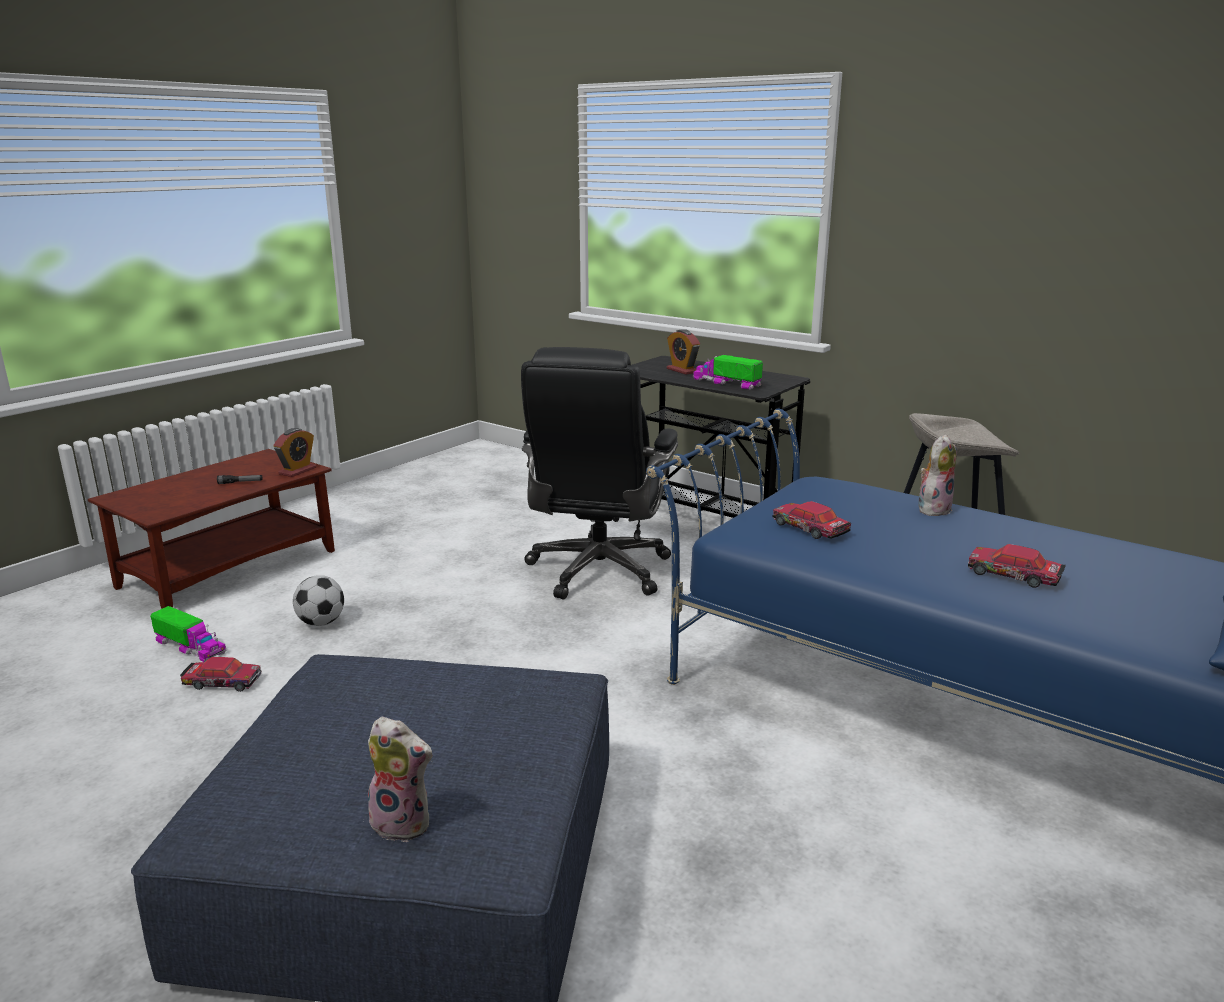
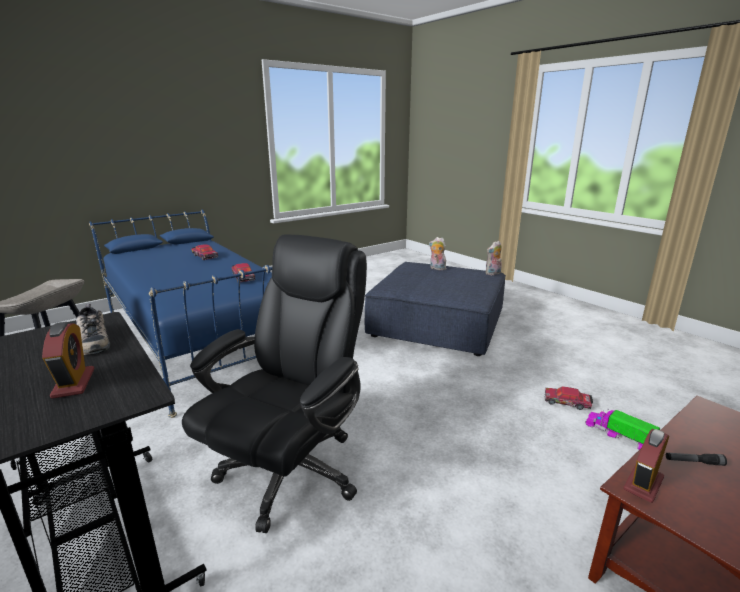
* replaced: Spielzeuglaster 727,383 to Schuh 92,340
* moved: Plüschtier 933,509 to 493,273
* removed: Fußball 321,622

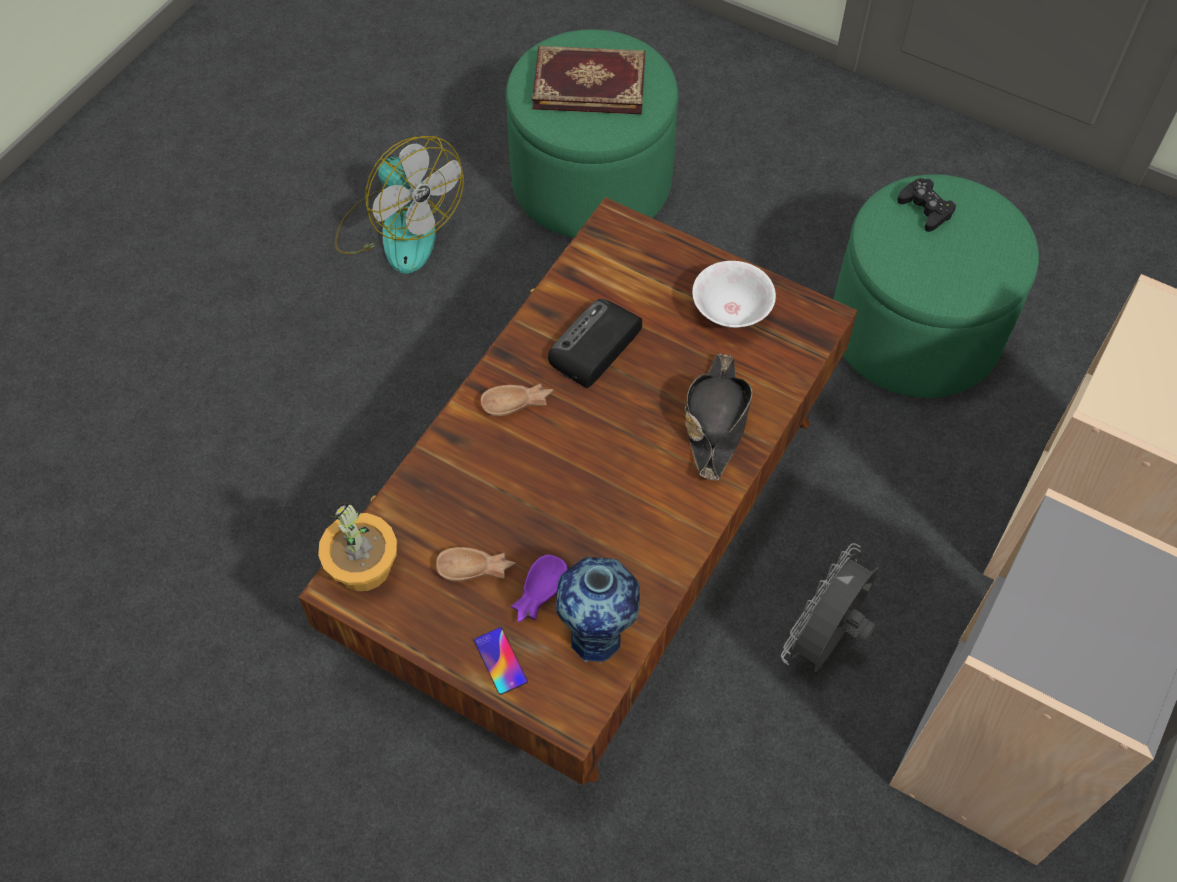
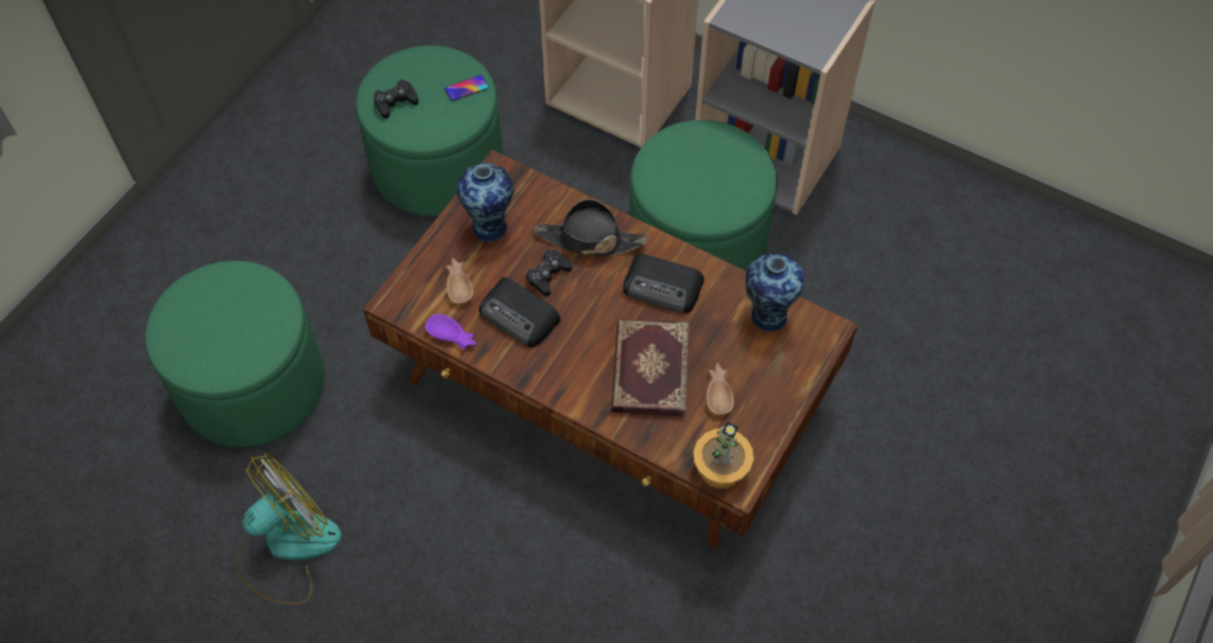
* moved: Schüssel/lila 537,592 to 451,337
* moved: Handy 500,661 to 466,88
* moved: Schüssel/braun 517,404 to 460,284
* replaced: Schüssel/weiß 731,312 to Vase 490,226
* added: Gamepad/schwarz 548,275
* moved: Buch 589,82 to 648,369
* added: Radio 664,287
* replaced: Ventilator/grau 825,640 to Polsterhocker/grün 697,241

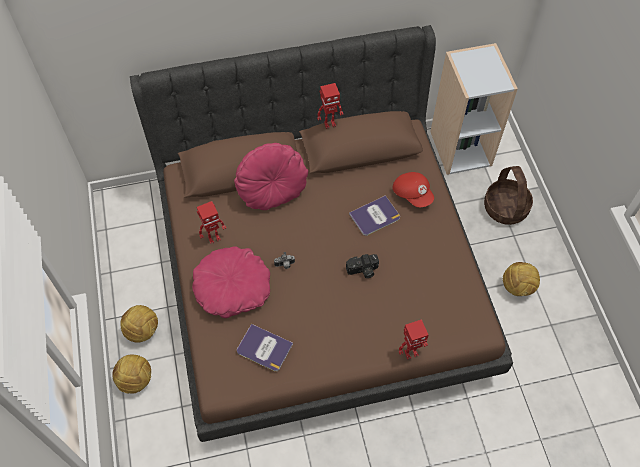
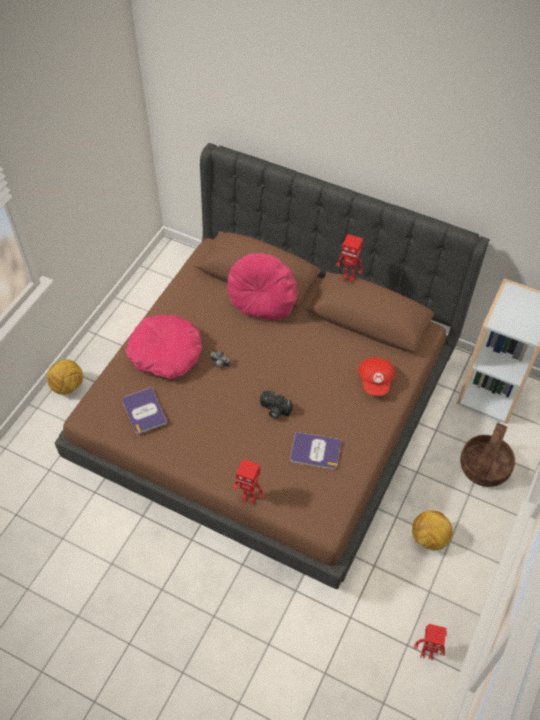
* moved: Buch 375,216 to 315,451
* moved: Spielzeugroboter 213,238 to 427,653
* removed: Fußball 143,330

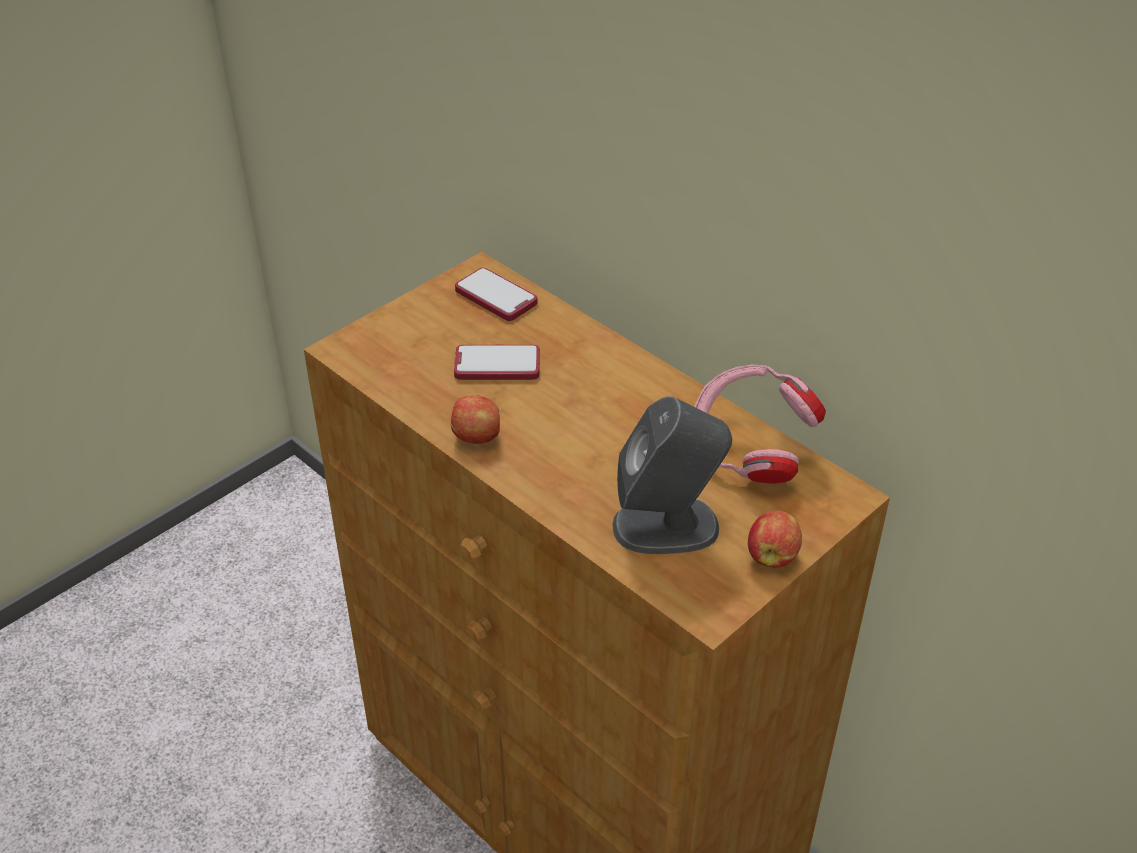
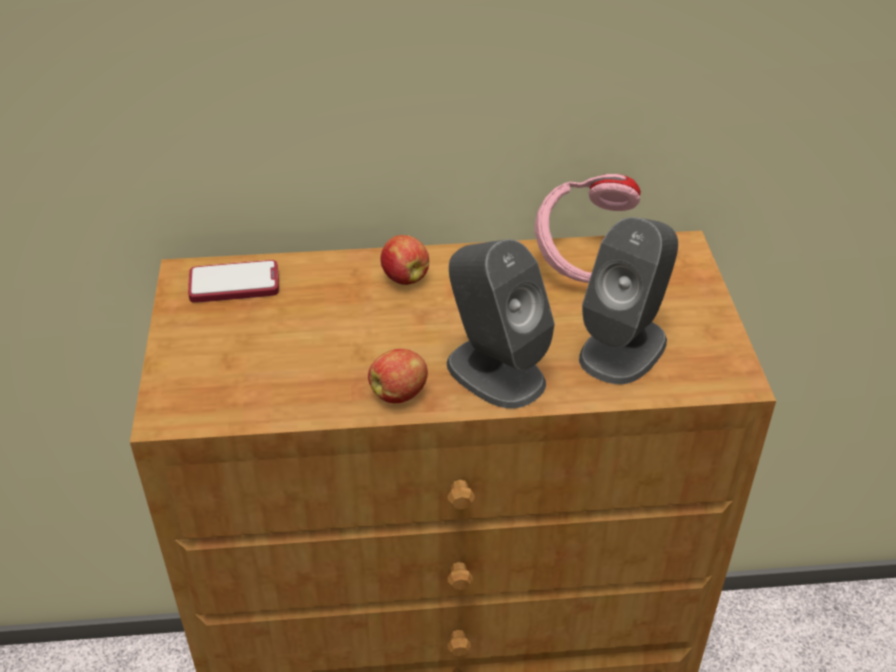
* moved: Apfel 772,556 to 404,277
* added: Lautsprecher/grau 494,372
* removed: Handy 497,365

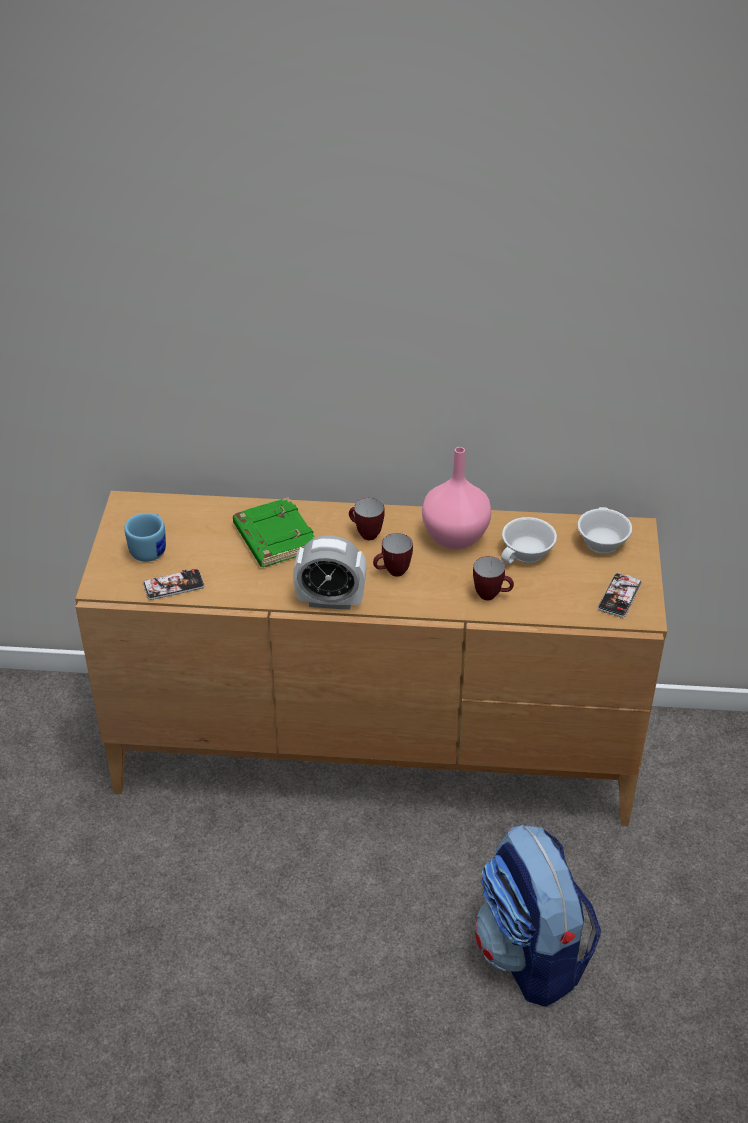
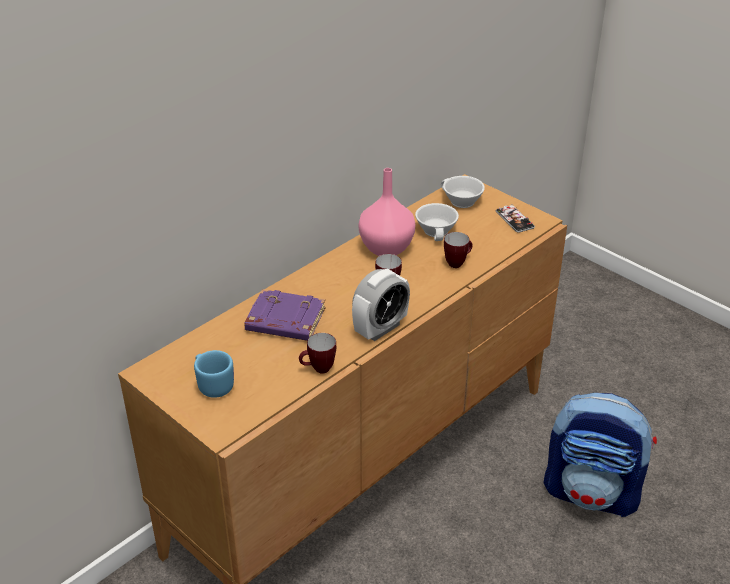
* recoloured: Buch/grün 273,538 to Buch/lila 284,321
* moved: Henkelbecher 365,534 to 318,370
* removed: Handy 174,585

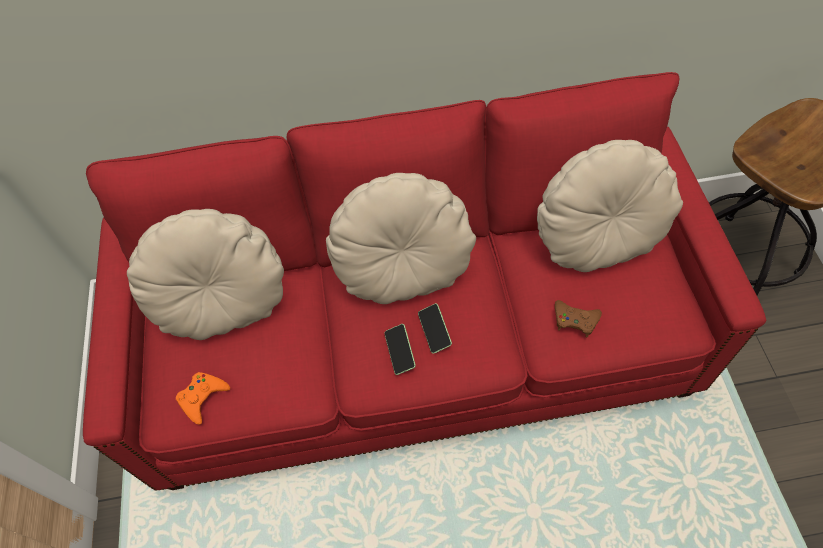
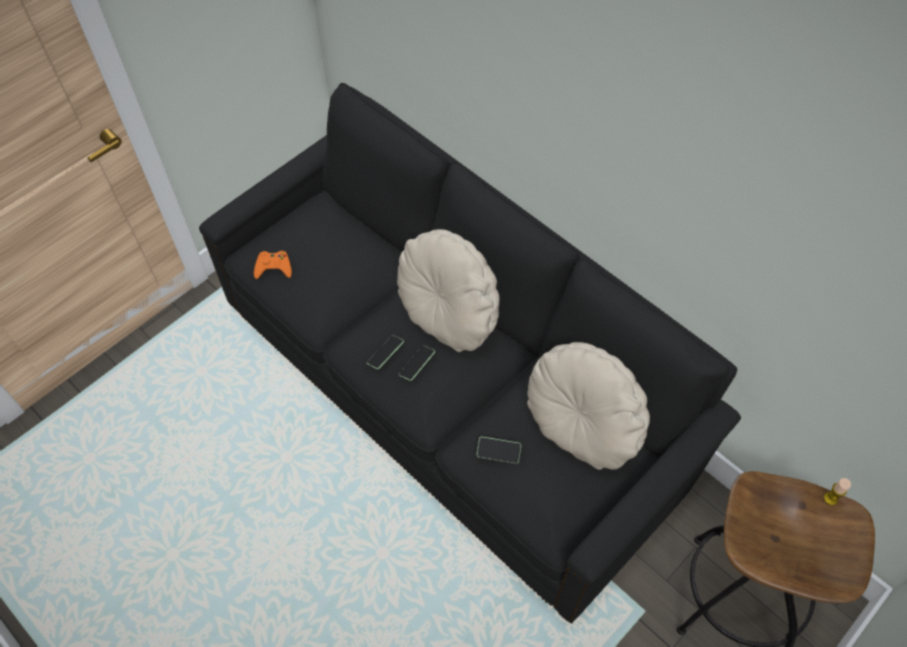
* recoloured: Sofa/rot 419,348 to Sofa/schwarz 455,395
* replaced: Gamepad/braun 575,320 to Handy 498,452
* added: Kerze 830,498
* removed: Kissen/beige 226,309

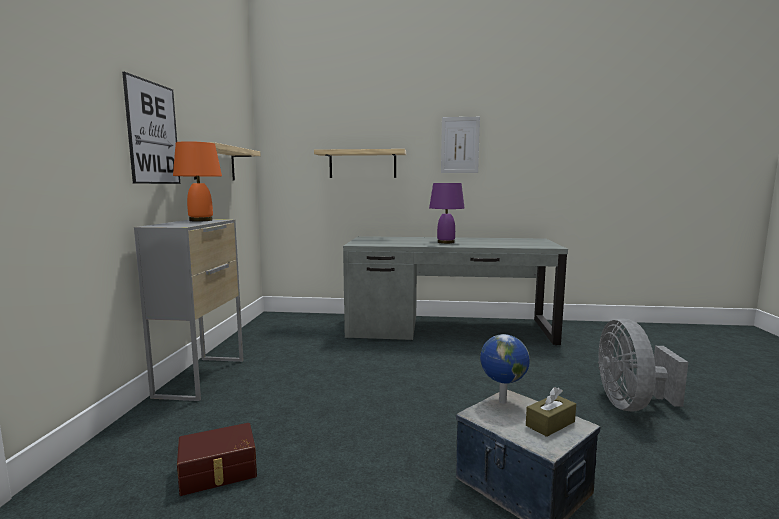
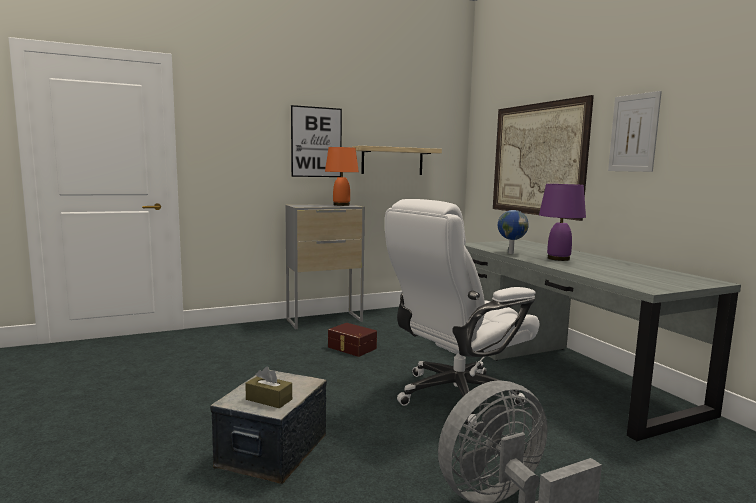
* moved: Aufbewahrungsbox/braun 218,472 to 351,348
* added: Bürostuhl/weiß 457,395
* replaced: Wandregal 362,164 to Bild 537,159
* moved: Globus 501,401 to 510,253

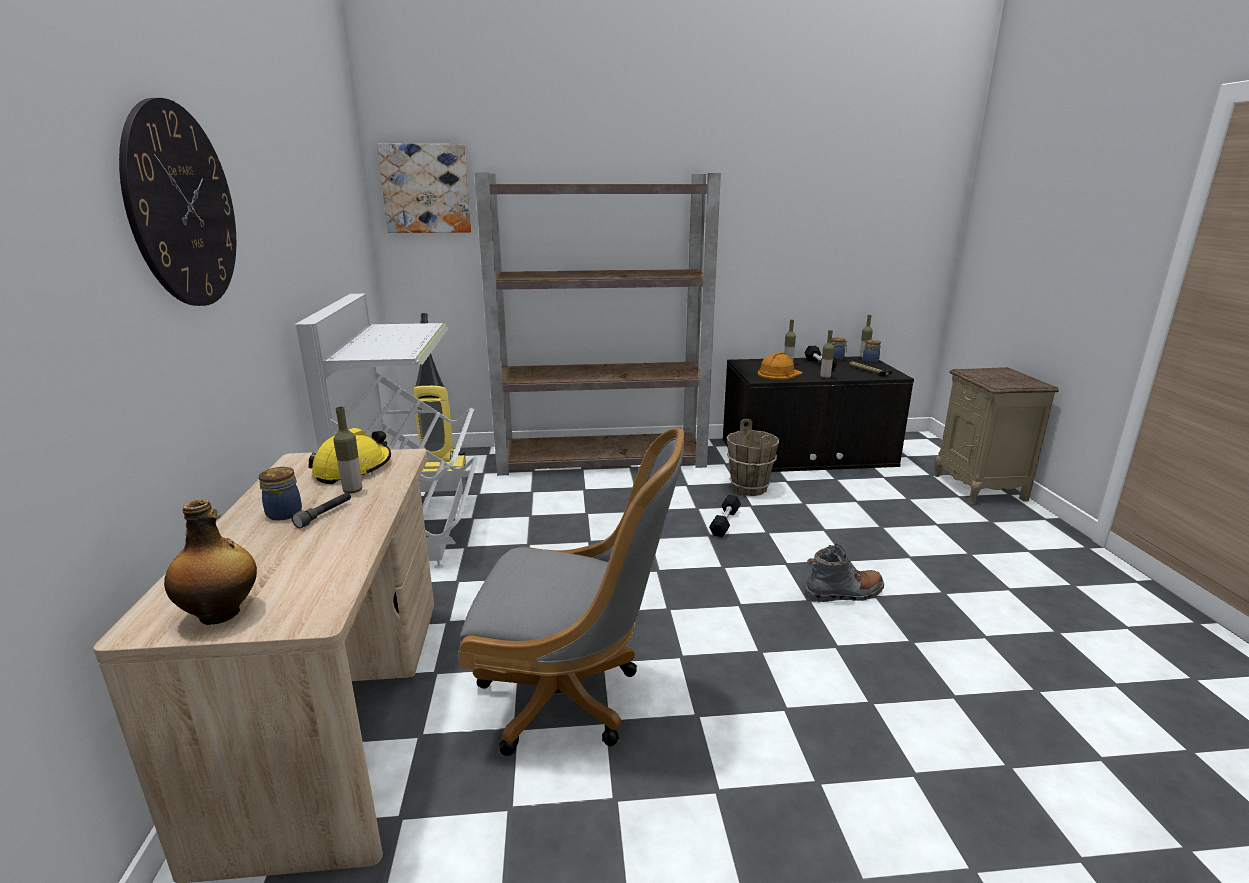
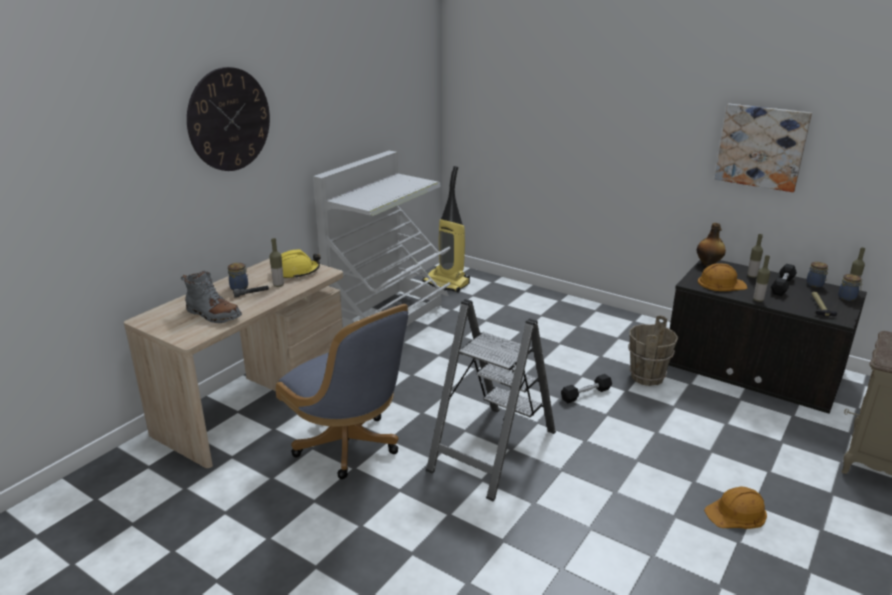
* moved: Stiefel/grau 844,593 to 213,315
* recoloured: Bürostuhl/grau 574,700 to Bürostuhl/blau 352,450
* added: Trittleiter/grau 492,451
* moved: Flasche 221,614 to 708,264
* added: Schutzhelm/orange 736,513
* moved: Bild 426,189 to 761,147
* removed: Bücherregal/braun 601,457

